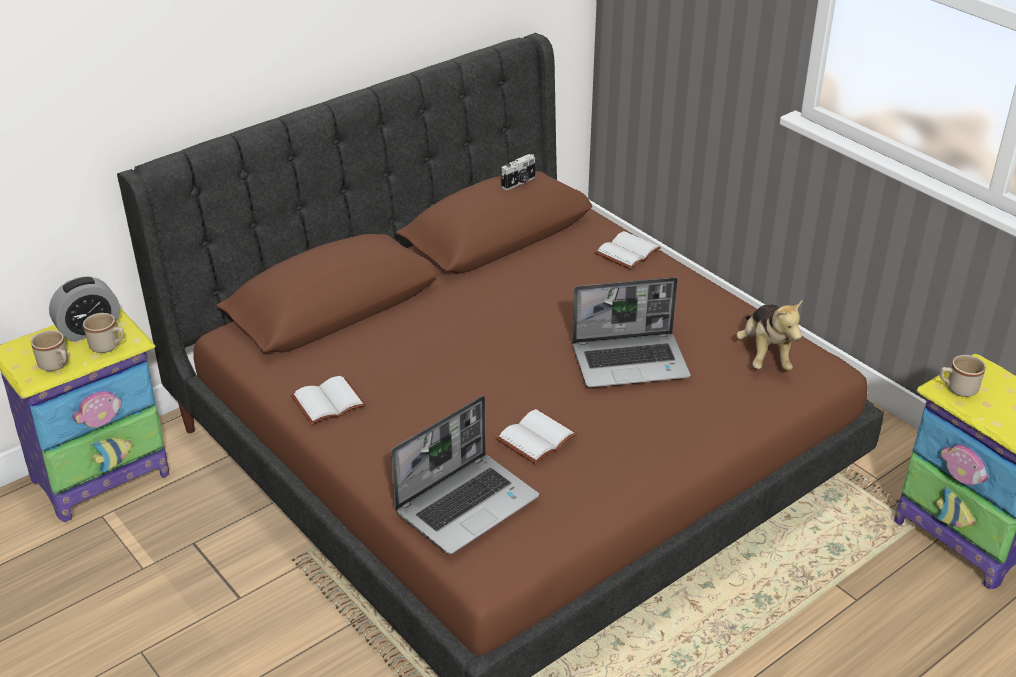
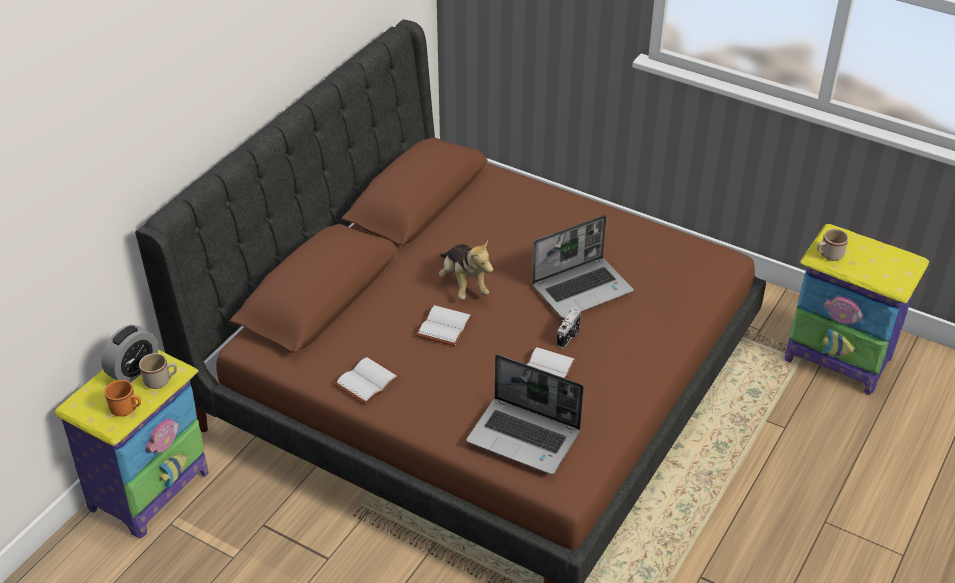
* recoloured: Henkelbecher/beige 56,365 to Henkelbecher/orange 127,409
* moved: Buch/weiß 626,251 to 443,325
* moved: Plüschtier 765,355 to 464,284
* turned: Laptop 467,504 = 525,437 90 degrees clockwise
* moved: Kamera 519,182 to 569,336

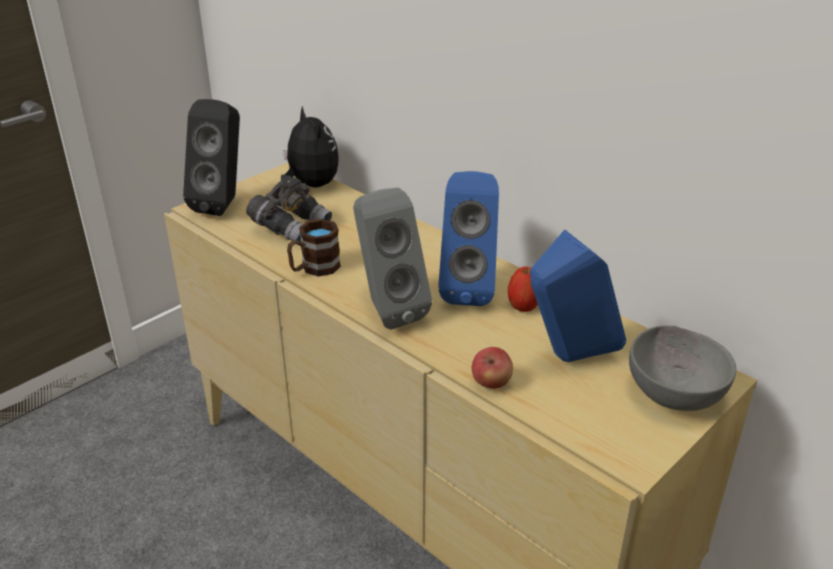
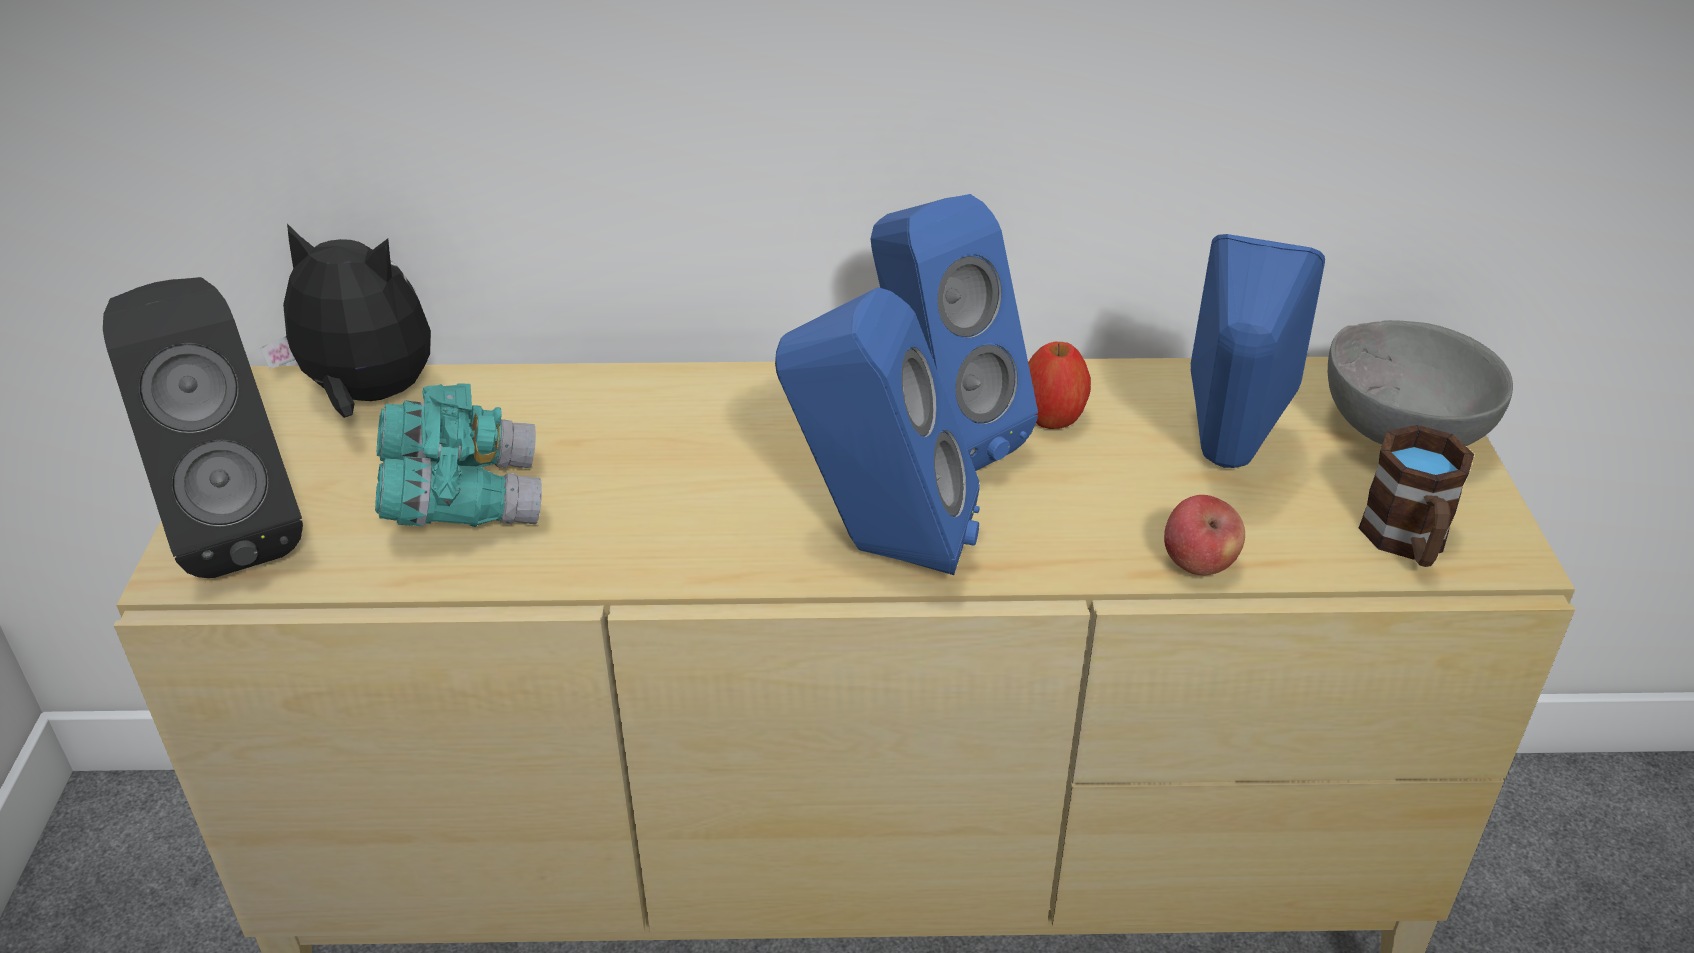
* recoloured: Fernglas/grau 291,227 to Fernglas/türkis 463,499
* recoloured: Lautsprecher/grau 386,310 to Lautsprecher/blau 877,548
* moved: Henkelbecher/braun 314,269 to 1407,543

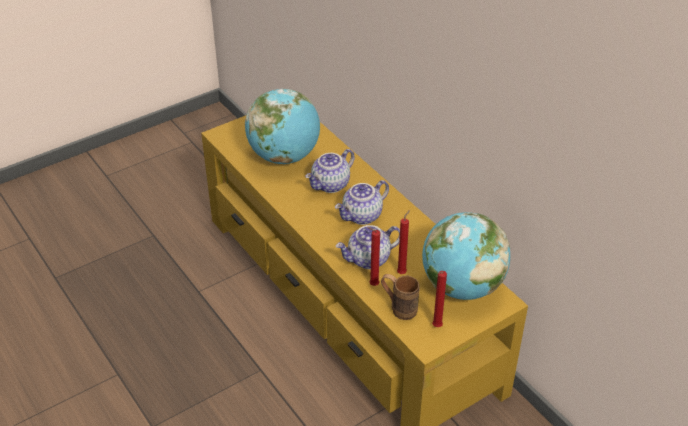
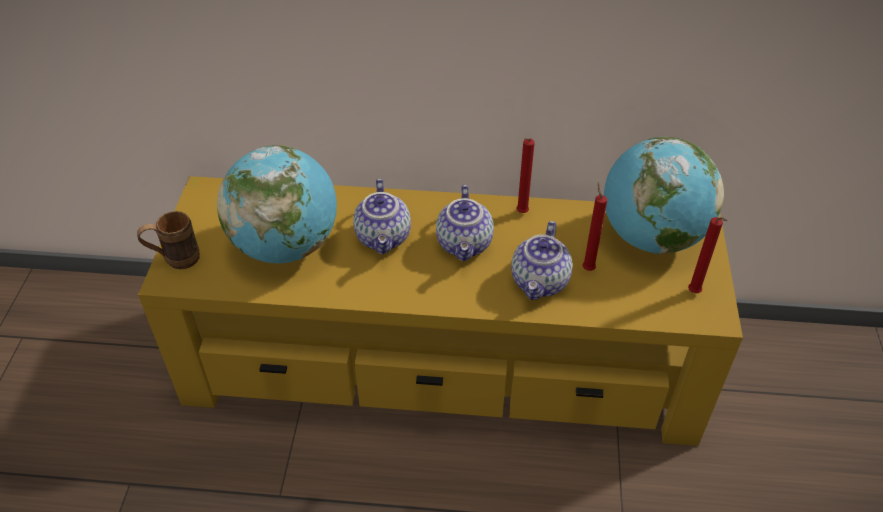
* moved: Henkelbecher/braun 398,308 to 174,260
* moved: Kerze/rot 372,285 to 521,213

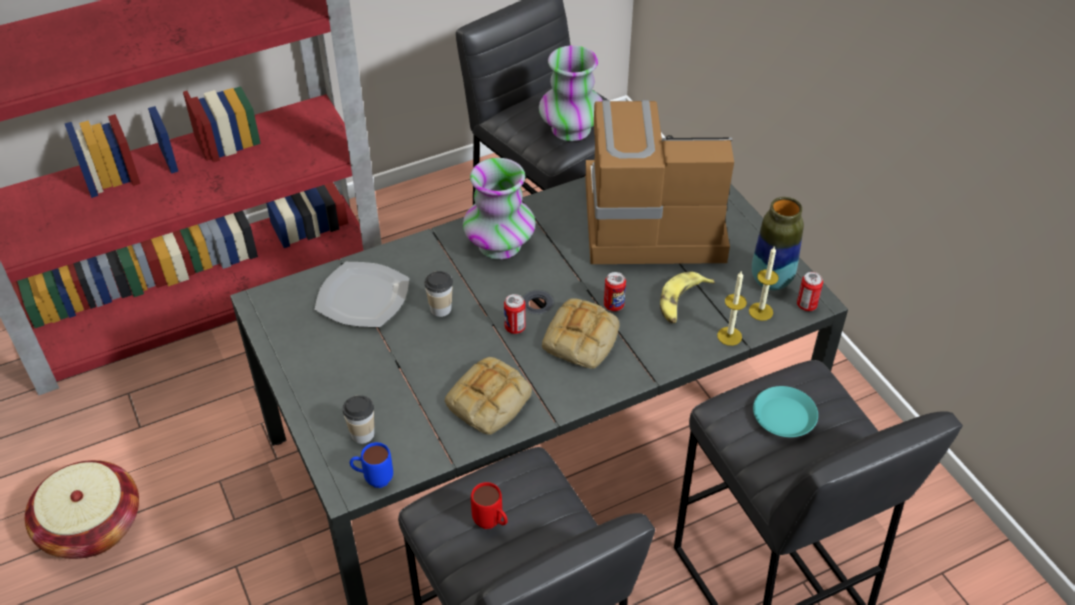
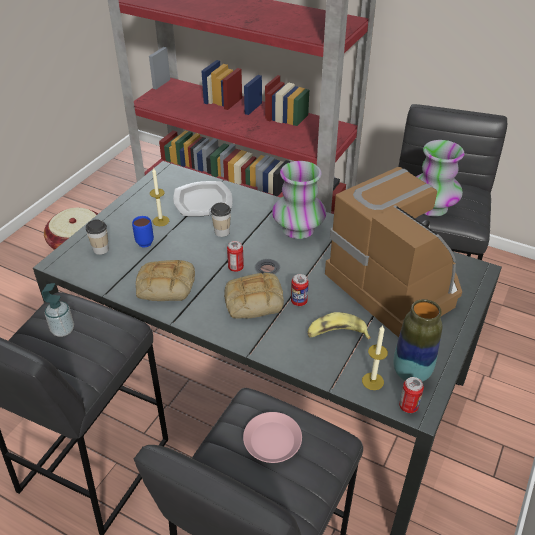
* replaced: Henkelbecher/rot 491,524 to Seifenspender 63,330
* moved: Henkelbecher/blau 373,479 to 143,241
* moved: Kerze 729,336 to 161,221
* recoloured: Teller/türkis 783,416 to Teller/rosa 272,440

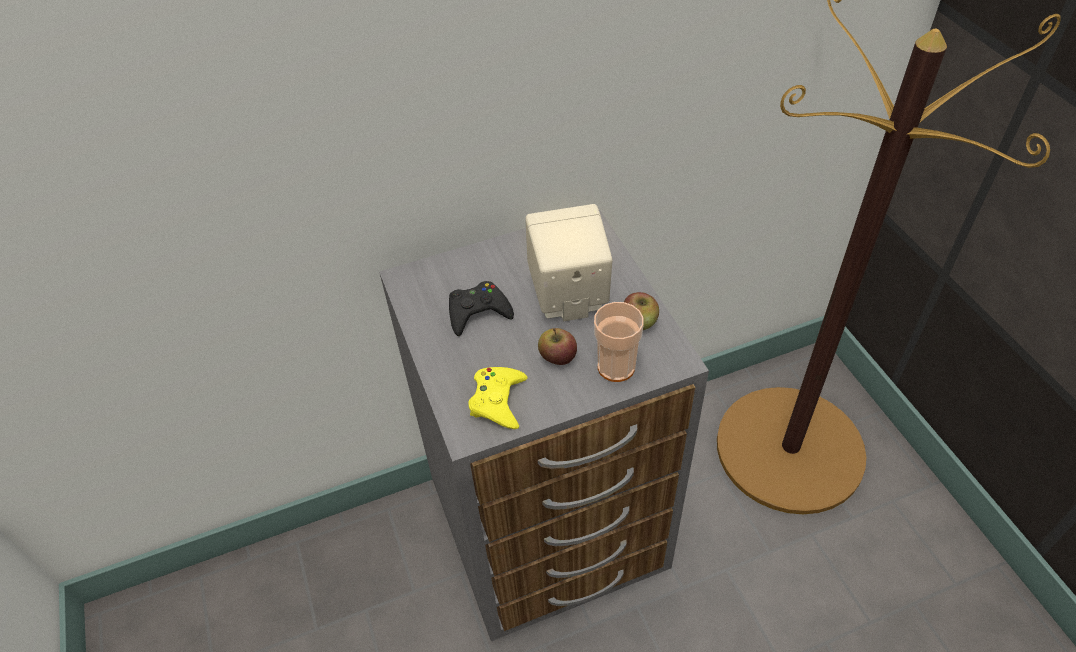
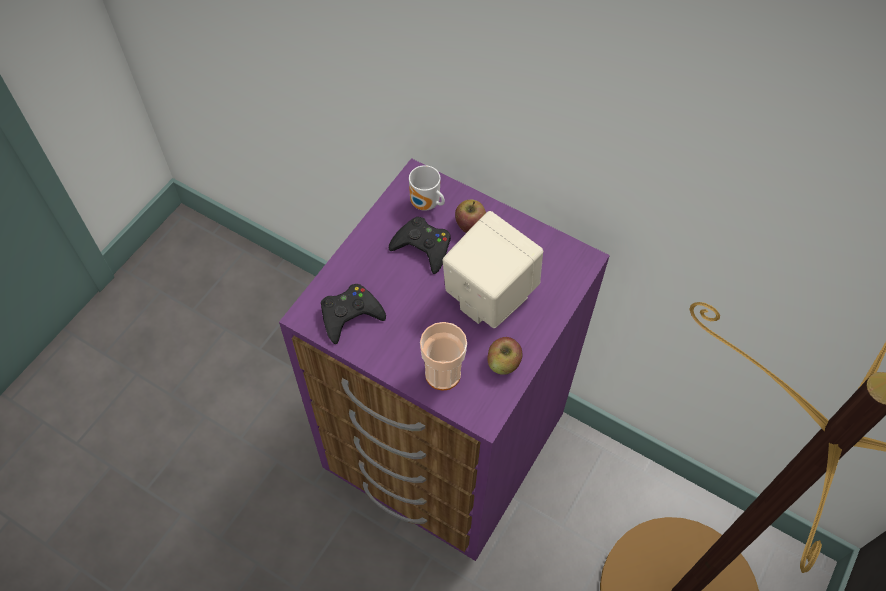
* recoloured: Kommode/grau 548,533 to Kommode/lila 443,449
* recoloured: Gamepad/gelb 498,401 to Gamepad/schwarz 350,315
* added: Henkelbecher 426,205
* moved: Apfel 557,357 to 470,225

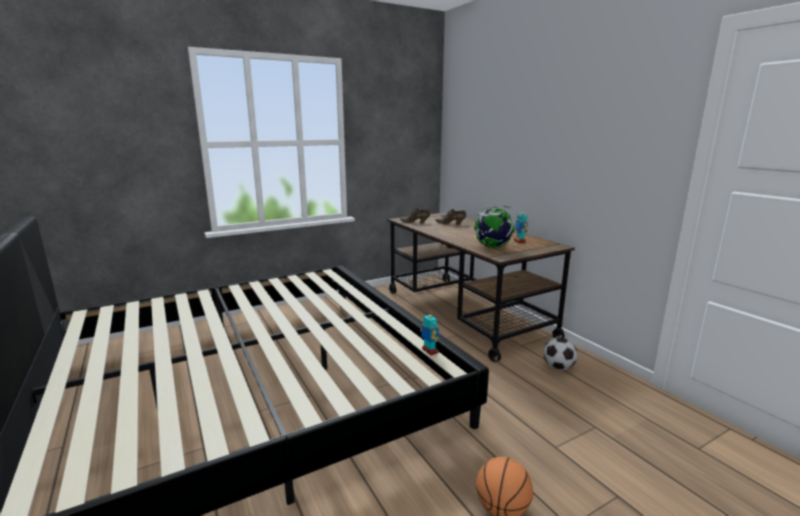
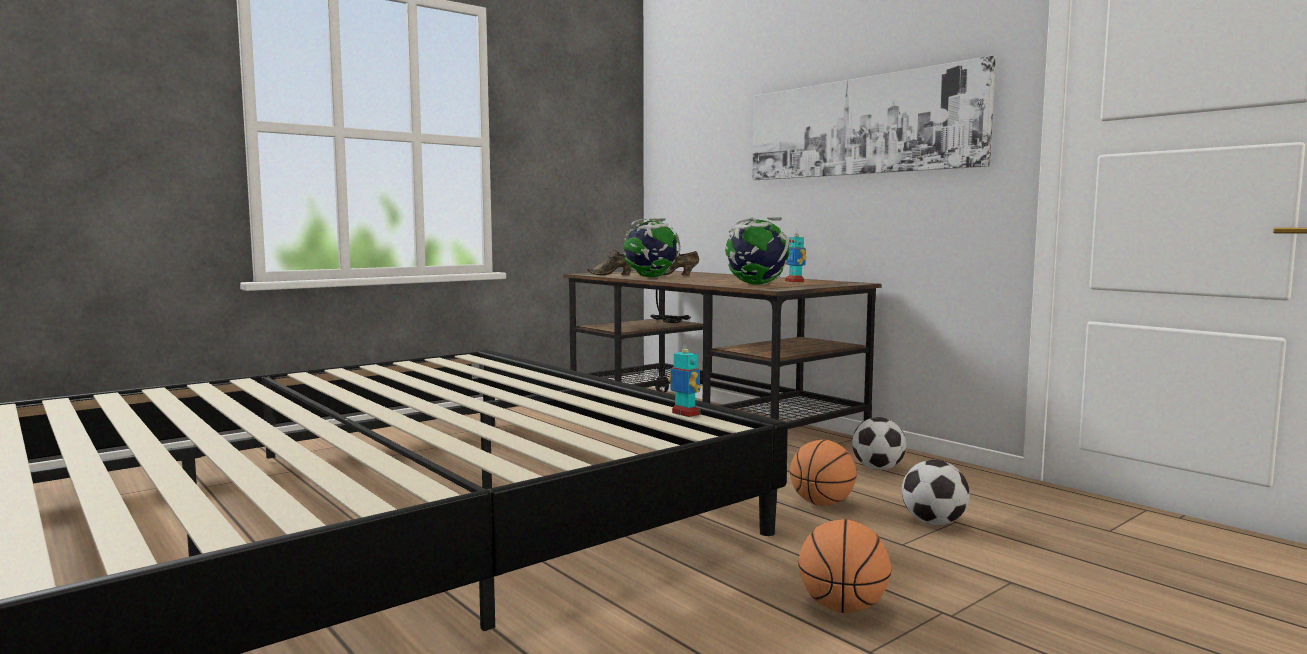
* added: Globus 650,277
* added: Bild 859,127
* added: Basketball 822,504
* added: Fußball 934,523

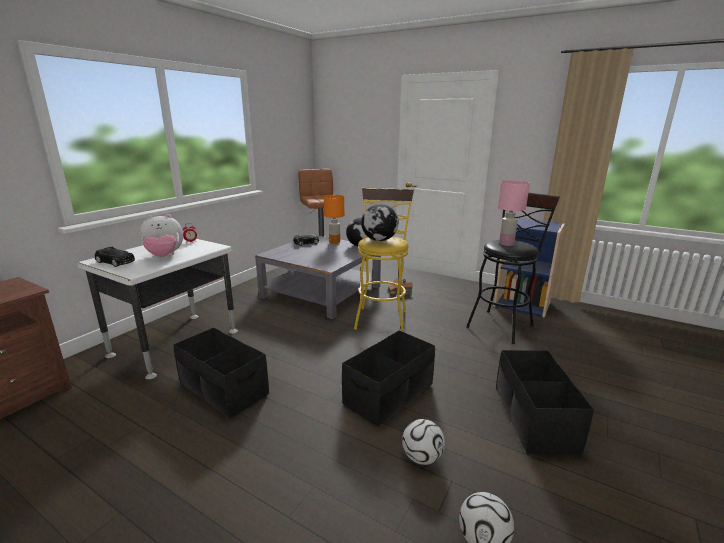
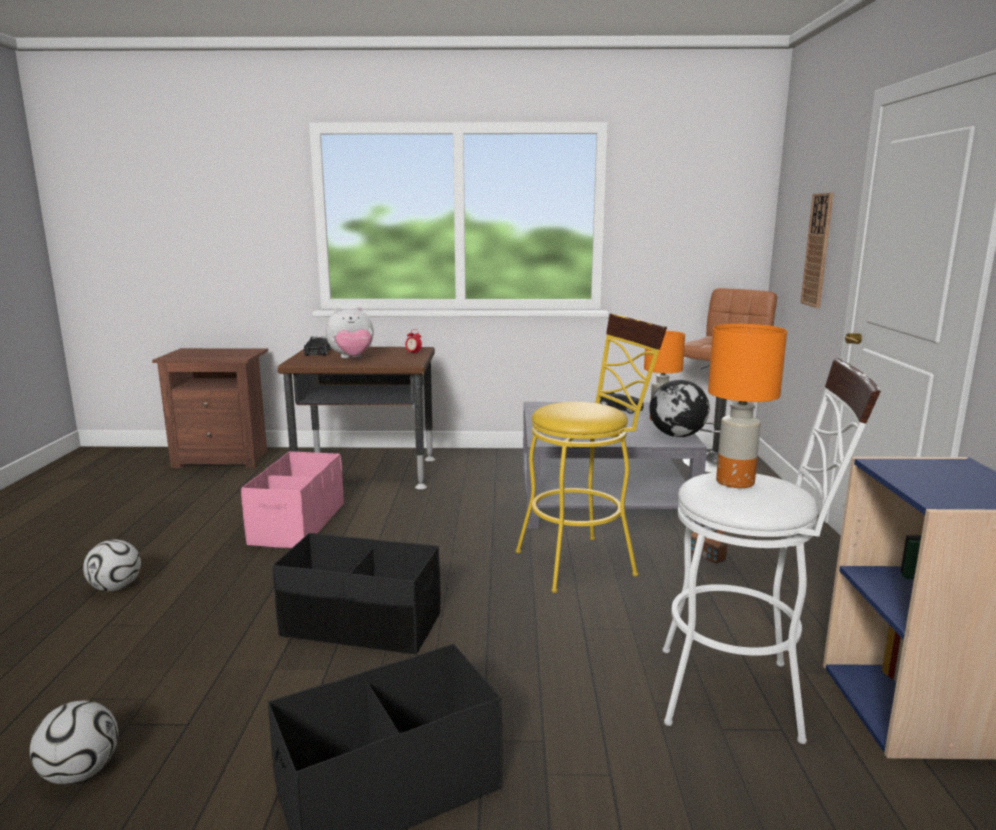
* moved: Fußball 422,457 to 116,588
* recoloured: Aufbewahrungsbox/schwarz 223,389 to Aufbewahrungsbox/rosa 297,524
* recoloured: Schreibtisch/weiß 175,342 to Schreibtisch/braun 367,471
* turned: Plüschtier 164,257 = 352,358 60 degrees counterclockwise
* recoloured: Hocker/schwarz 502,324 to Hocker/weiß 743,693
* recoloured: Tischlampe/rosa 506,244 to Tischlampe/orange 734,482
* added: Wanduhr 818,250
* removed: Globus 379,240

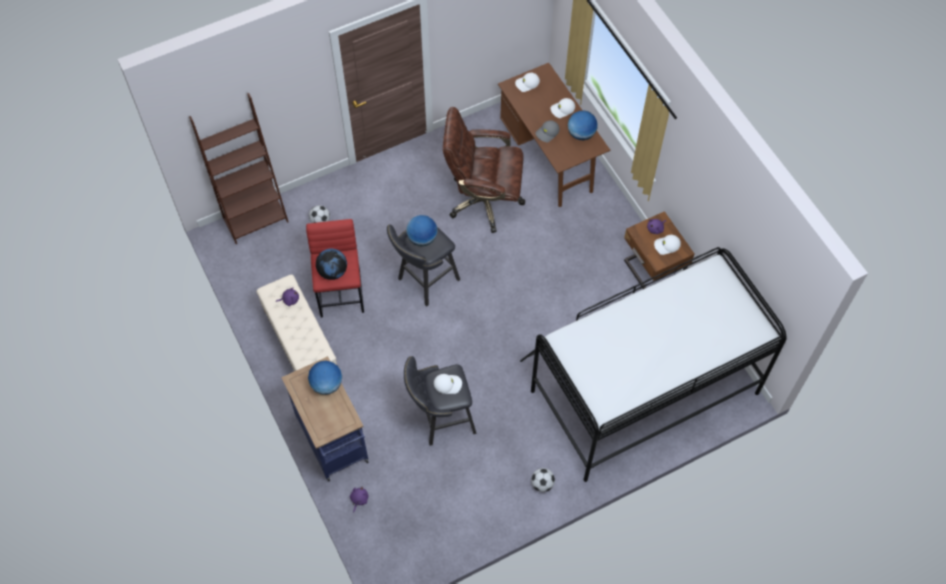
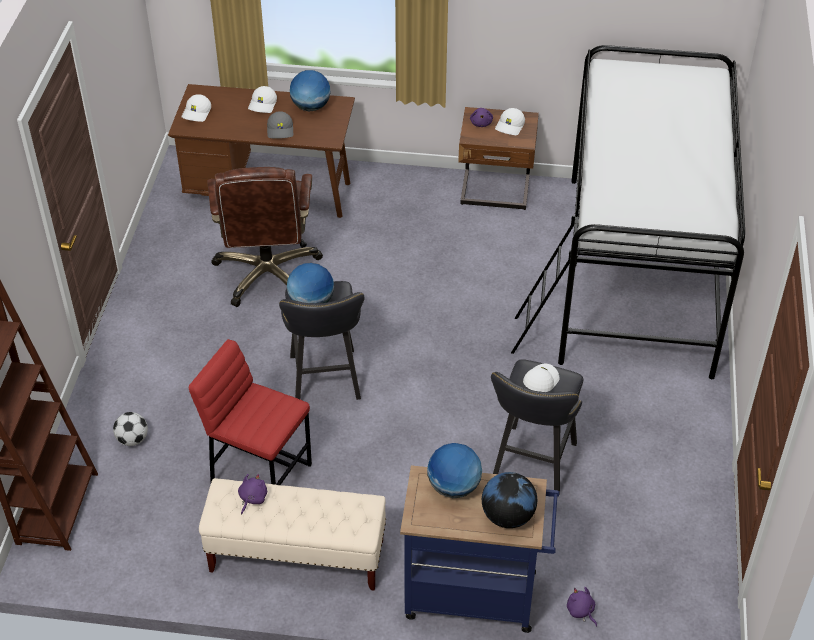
* turned: Bürostuhl/braun 484,200 = 267,272 45 degrees counterclockwise
* moved: Globus 333,272 to 508,516
* removed: Fußball 542,484

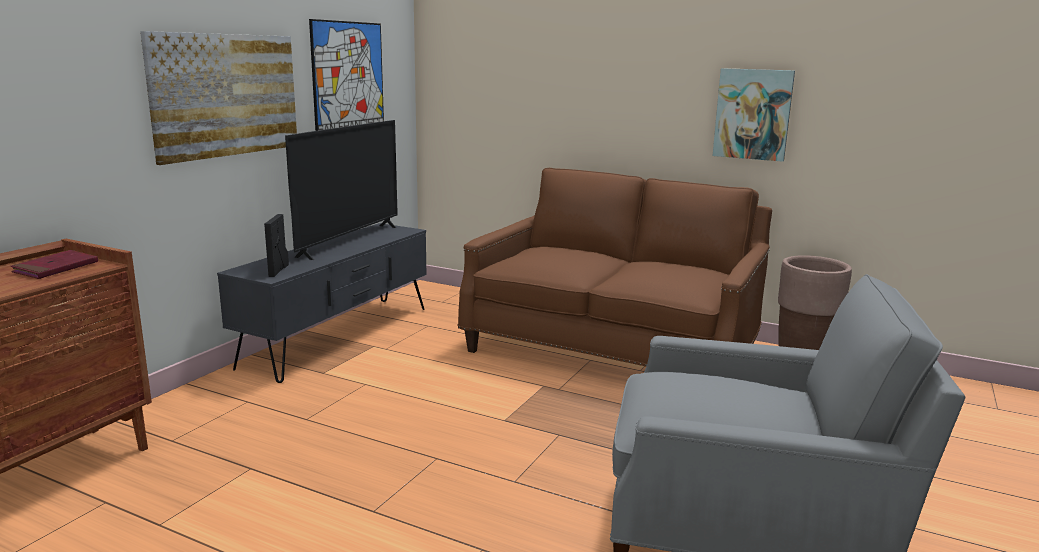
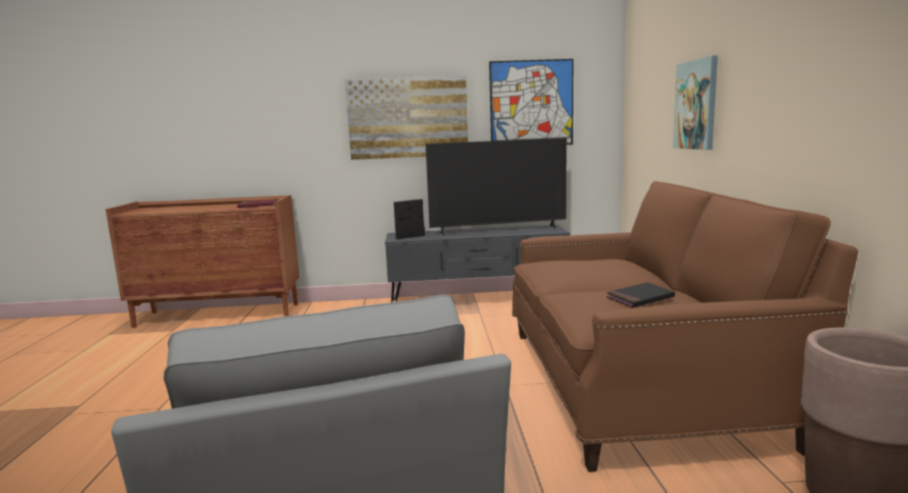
* added: Buch/schwarz 640,298
* moved: Bild 752,114 to 696,105

